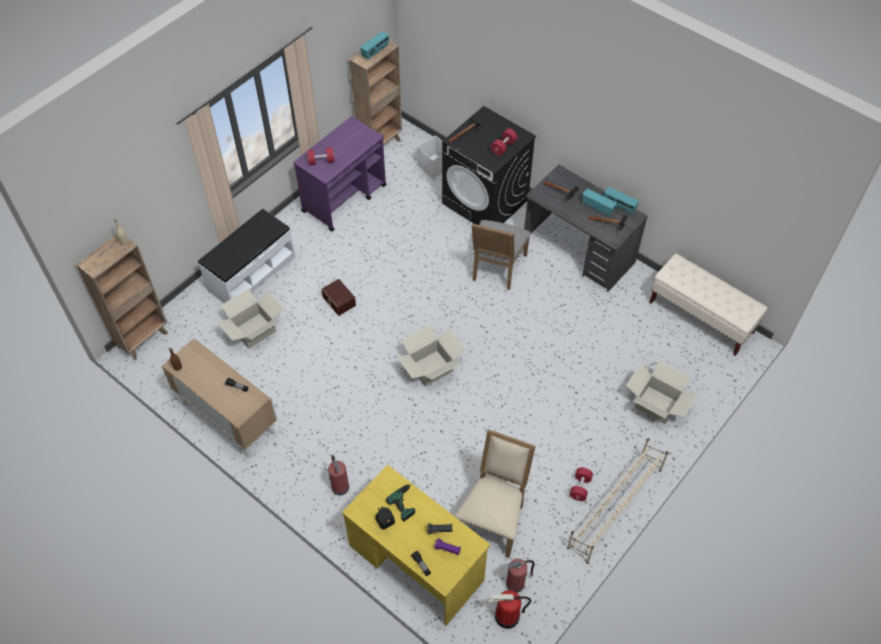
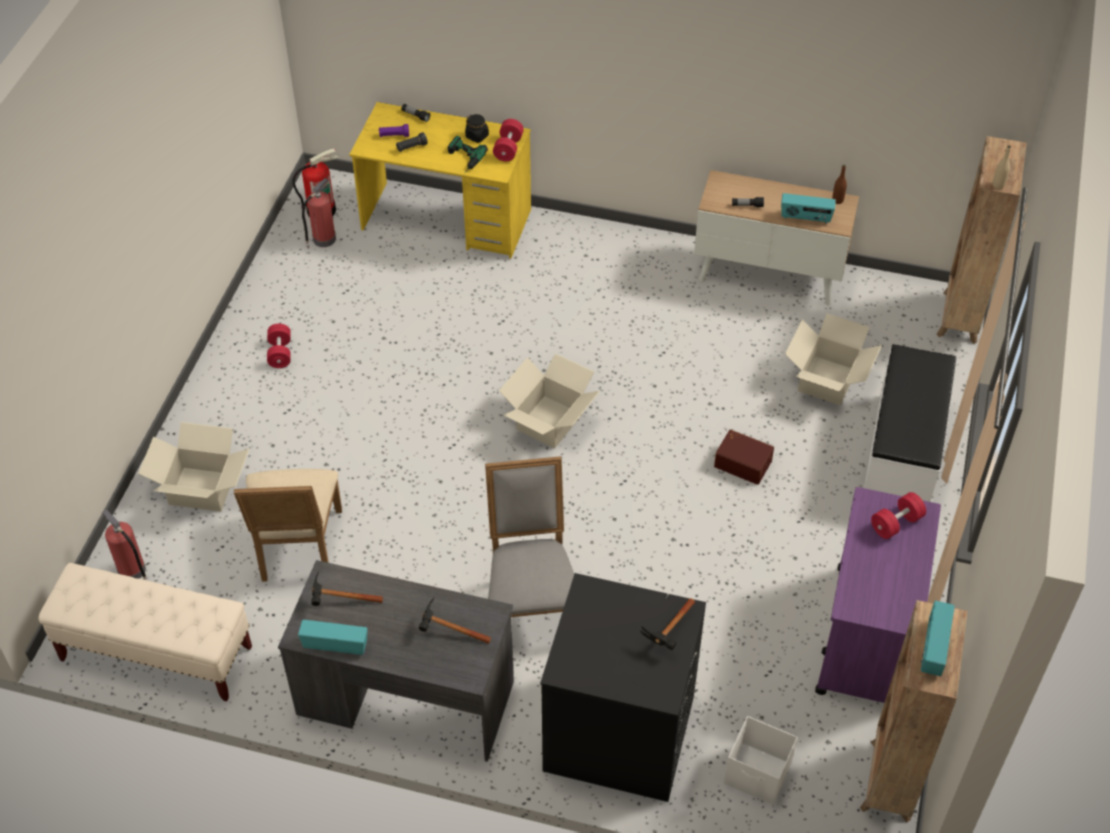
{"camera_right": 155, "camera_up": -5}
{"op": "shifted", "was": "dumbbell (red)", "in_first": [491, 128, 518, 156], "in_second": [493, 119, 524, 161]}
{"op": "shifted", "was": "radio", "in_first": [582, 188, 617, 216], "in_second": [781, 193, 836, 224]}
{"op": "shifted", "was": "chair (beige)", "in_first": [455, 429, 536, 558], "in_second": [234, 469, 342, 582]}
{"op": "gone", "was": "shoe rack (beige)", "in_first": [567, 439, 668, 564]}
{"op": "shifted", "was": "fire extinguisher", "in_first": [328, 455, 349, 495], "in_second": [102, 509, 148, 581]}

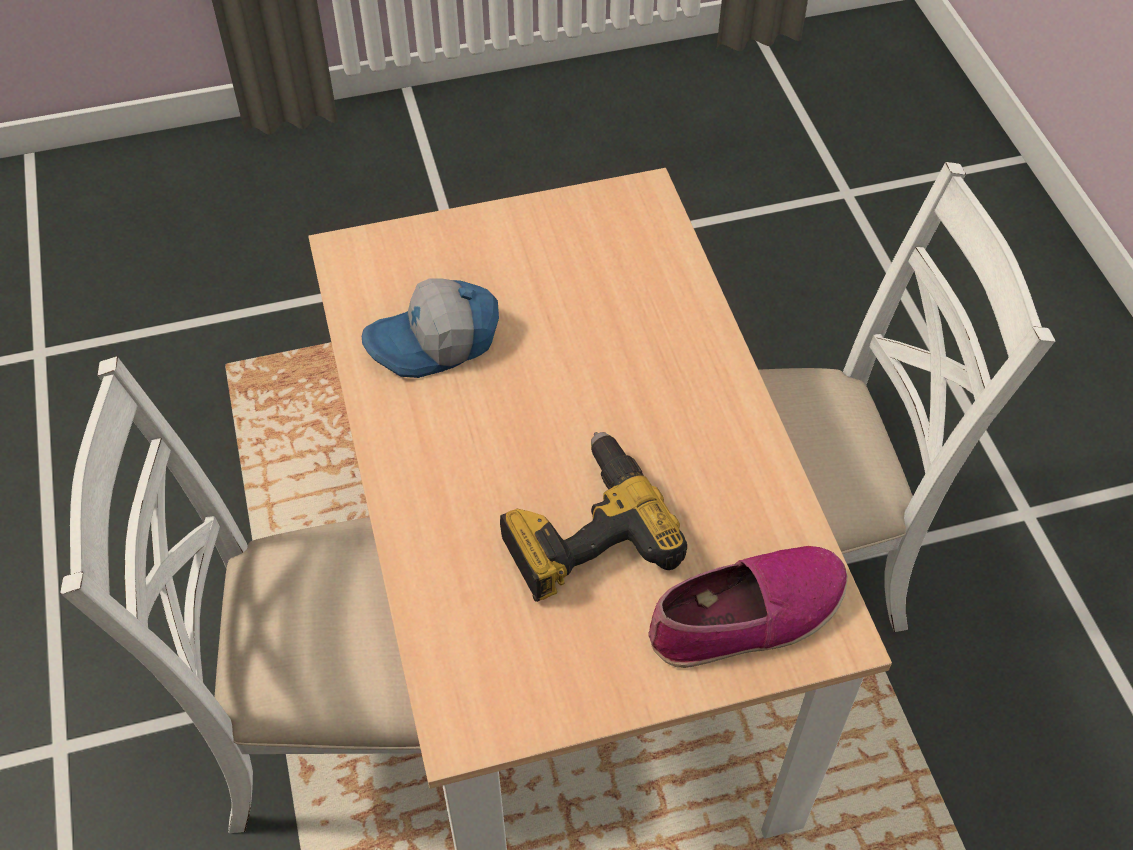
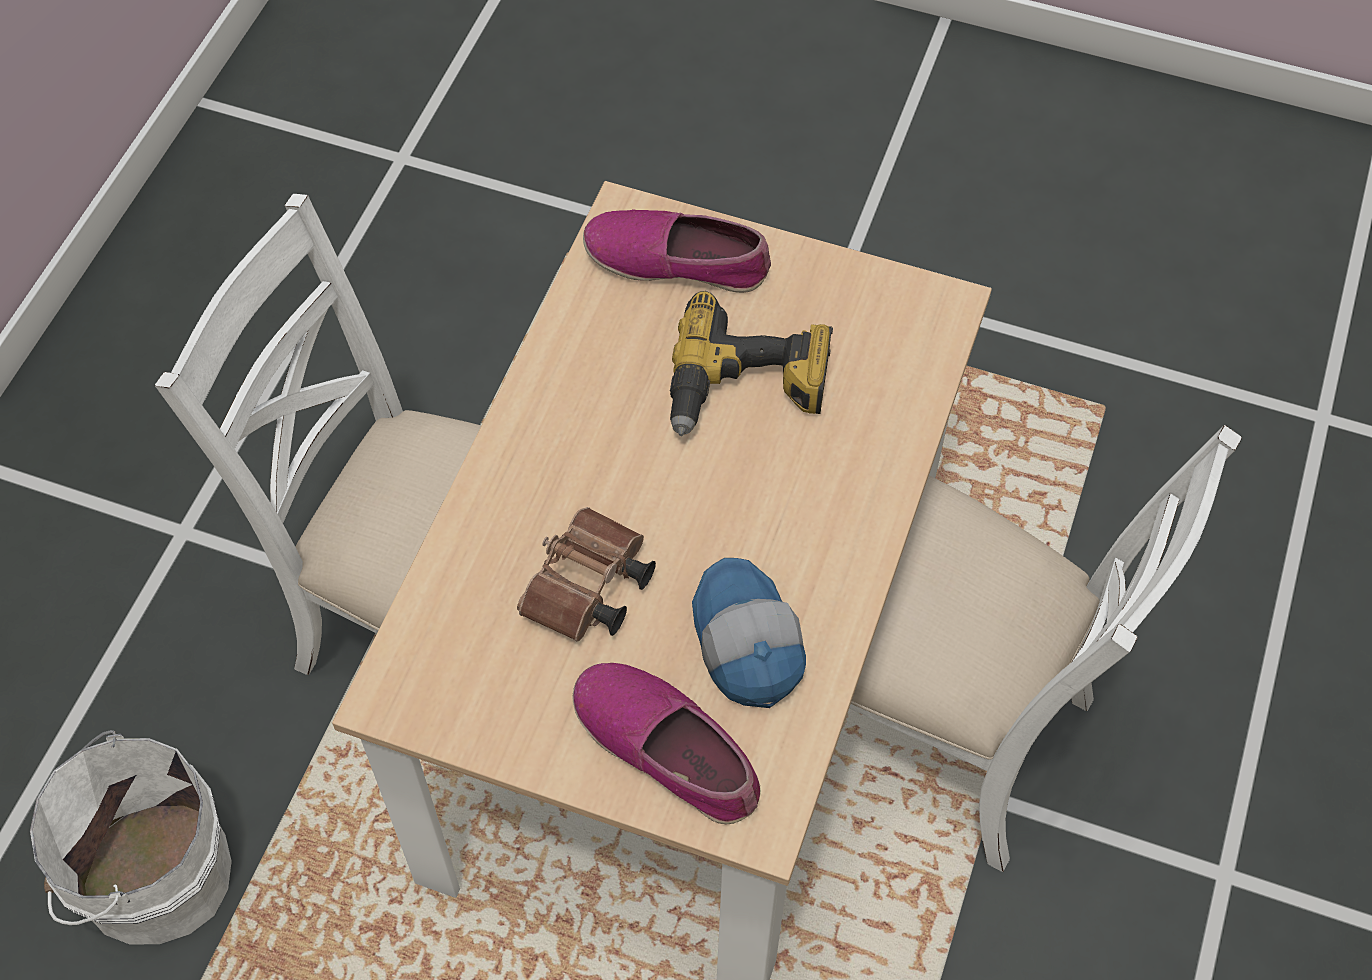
{"camera_right": -145, "camera_up": 5}
{"op": "rotated", "was": "cap", "in_first": [362, 278, 499, 378], "in_second": [692, 558, 806, 708], "clockwise": -120}
{"op": "new", "now": "binoculars (brown)", "in_second": [517, 507, 656, 642]}
{"op": "new", "now": "shoe", "in_second": [572, 663, 761, 824]}
{"op": "new", "now": "bucket (white)", "in_second": [30, 730, 232, 945]}

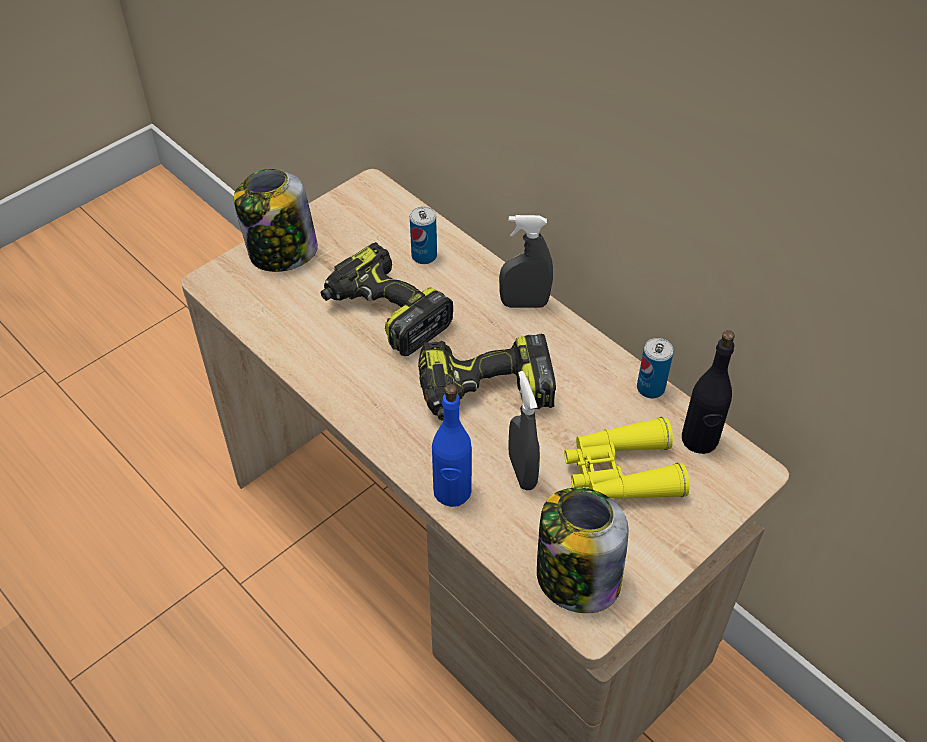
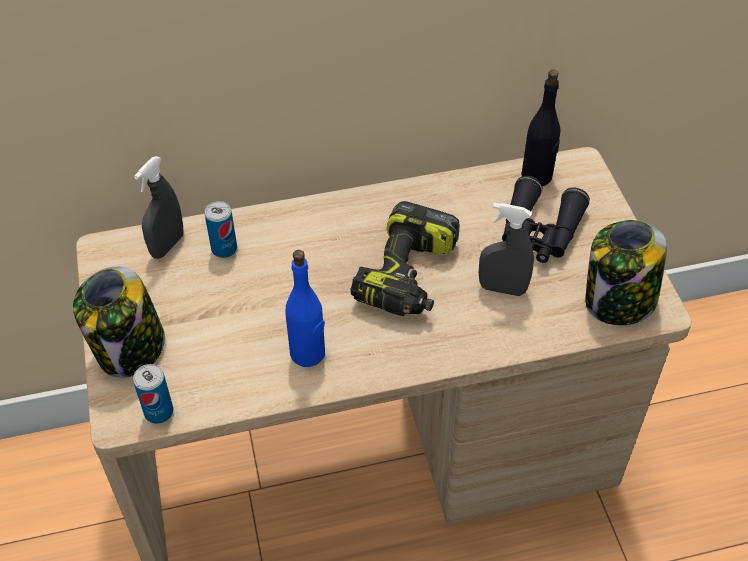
{"camera_right": -60, "camera_up": 0}
{"op": "shifted", "was": "spray bottle (grey)", "in_first": [499, 215, 553, 308], "in_second": [134, 156, 183, 259]}
{"op": "gone", "was": "power drill", "in_first": [321, 242, 453, 356]}
{"op": "shifted", "was": "can", "in_first": [637, 338, 674, 398], "in_second": [133, 364, 173, 424]}
{"op": "shifted", "was": "bottle (blue)", "in_first": [432, 384, 472, 507], "in_second": [286, 250, 325, 367]}
{"op": "repainted", "was": "binoculars (yellow)", "now": "binoculars (black)", "in_first": [564, 417, 690, 500], "in_second": [502, 176, 590, 263]}

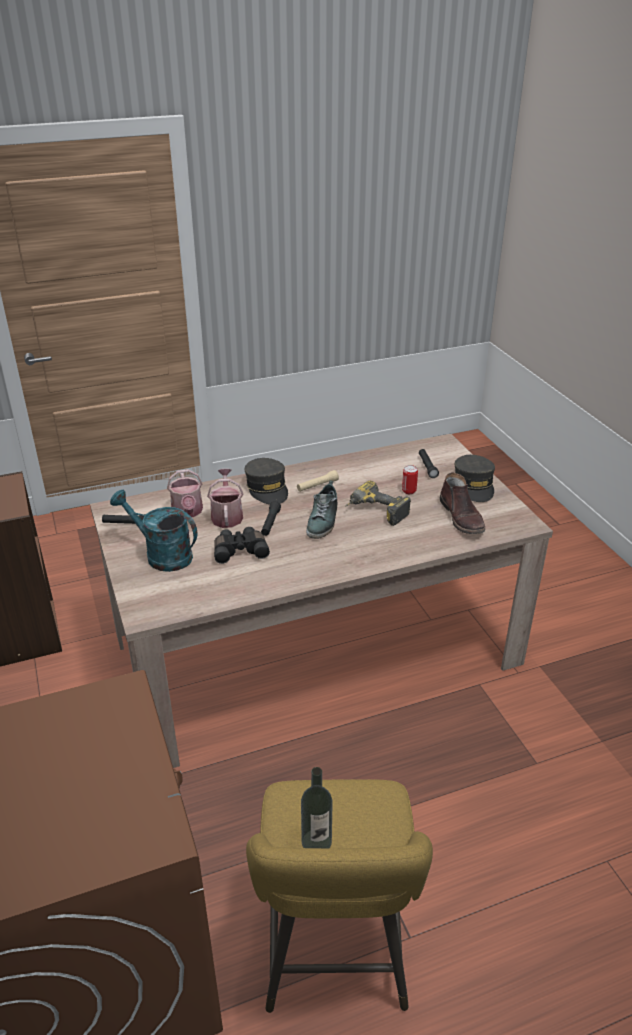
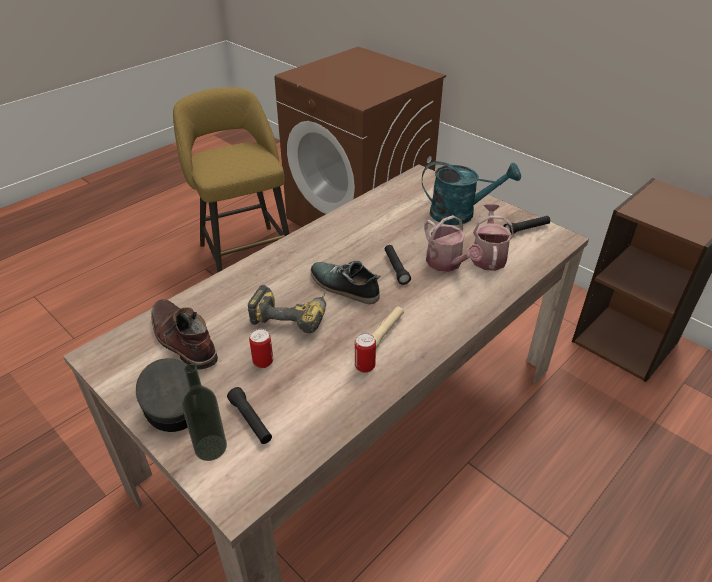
{"camera_right": 155, "camera_up": 5}
{"op": "gone", "was": "cap (grey)", "in_first": [245, 458, 288, 504]}
{"op": "rotated", "was": "watering can", "in_first": [167, 469, 203, 517], "in_second": [471, 204, 514, 271], "clockwise": 45}
{"op": "rotated", "was": "shoe", "in_first": [306, 481, 337, 539], "in_second": [311, 261, 381, 304], "clockwise": -45}
{"op": "gone", "was": "binoculars (black)", "in_first": [214, 527, 270, 564]}
{"op": "shifted", "was": "bottle", "in_first": [301, 767, 333, 848], "in_second": [182, 364, 227, 461]}
{"op": "new", "now": "can", "in_second": [355, 333, 376, 373]}

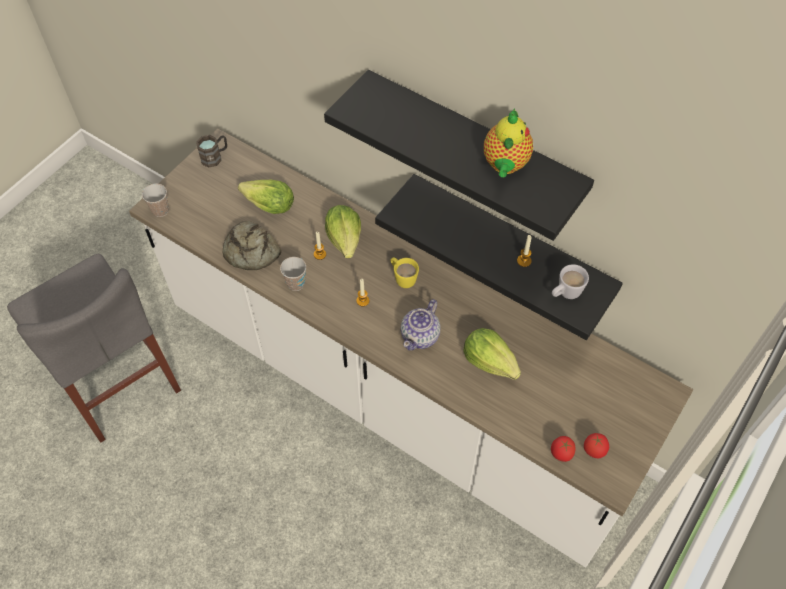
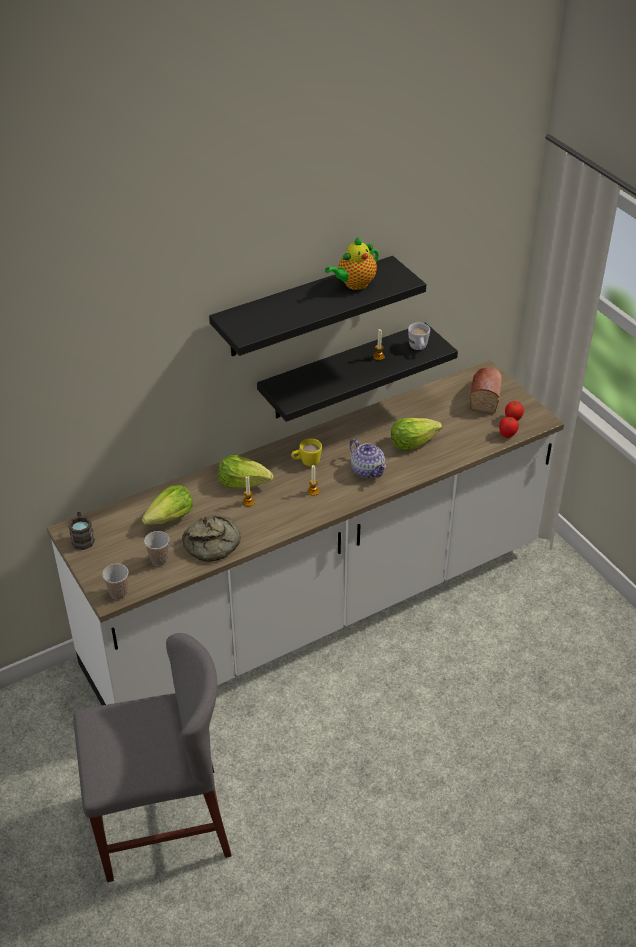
{"camera_right": -65, "camera_up": -15}
{"op": "rotated", "was": "teapot", "in_first": [484, 108, 533, 177], "in_second": [325, 237, 379, 290], "clockwise": 105}
{"op": "shifted", "was": "cup", "in_first": [280, 257, 306, 291], "in_second": [144, 531, 170, 566]}
{"op": "new", "now": "bread", "in_second": [470, 367, 501, 413]}

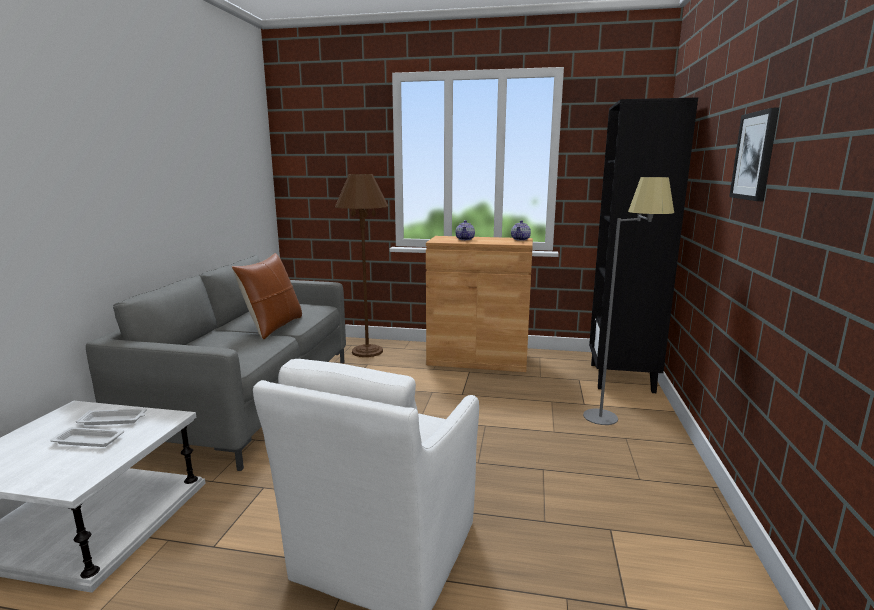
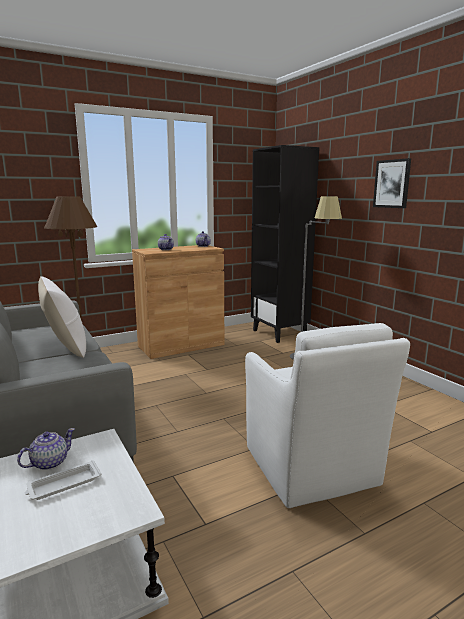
{"camera_right": -40, "camera_up": 0}
{"op": "repainted", "was": "pillow (brown)", "now": "pillow (white)", "in_first": [232, 253, 302, 339], "in_second": [38, 276, 86, 358]}
{"op": "swapped", "was": "tray (white)", "now": "teapot", "in_first": [76, 409, 147, 425], "in_second": [17, 428, 75, 470]}

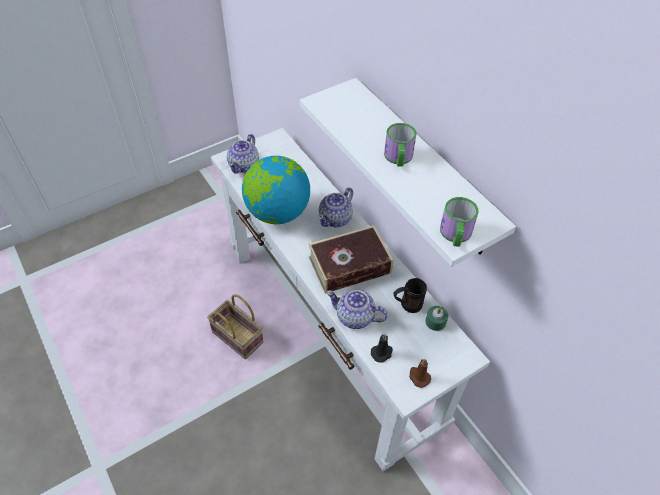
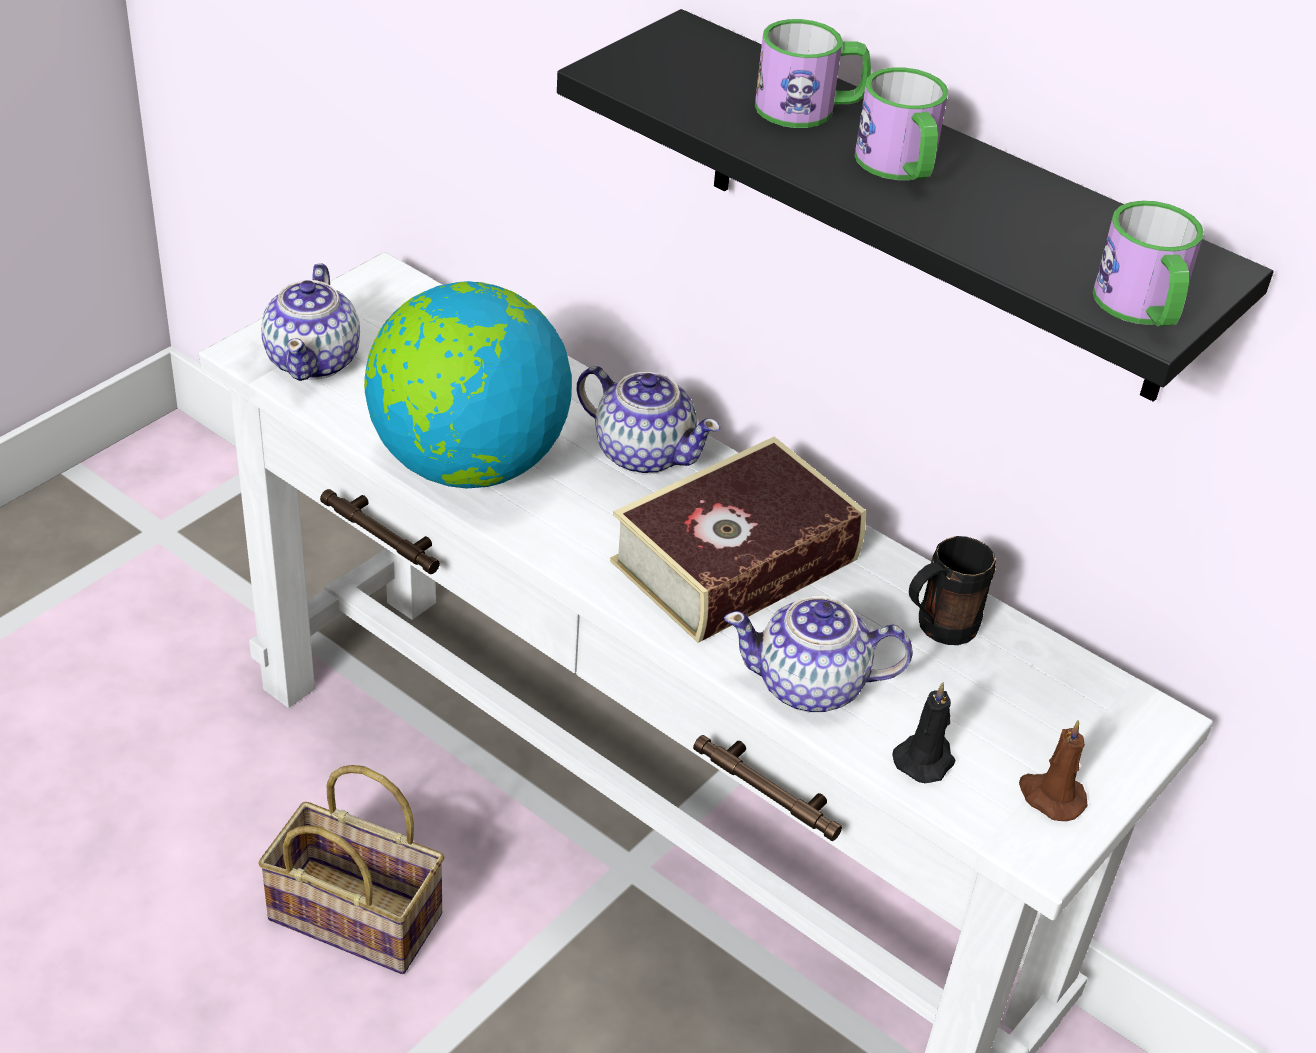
{"camera_right": -20, "camera_up": -10}
{"op": "repainted", "was": "shelf (white)", "now": "shelf (black)", "in_first": [300, 78, 516, 267], "in_second": [557, 9, 1273, 402]}
{"op": "rotated", "was": "teapot", "in_first": [318, 187, 353, 227], "in_second": [577, 366, 720, 475], "clockwise": -75}
{"op": "gone", "was": "candle (green)", "in_first": [425, 306, 448, 331]}
{"op": "new", "now": "mug", "in_second": [755, 19, 871, 128]}

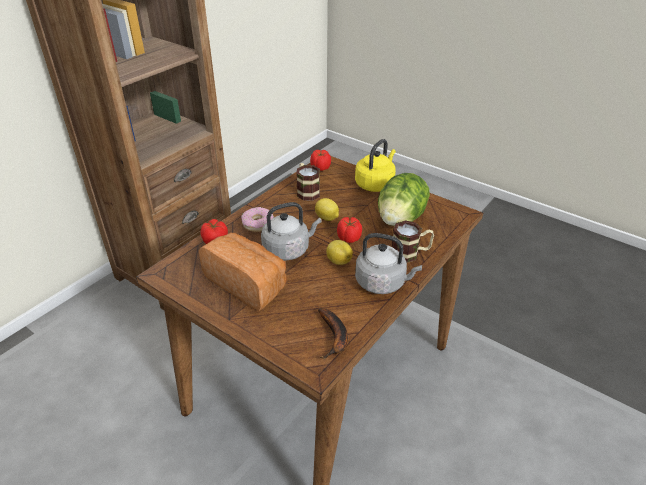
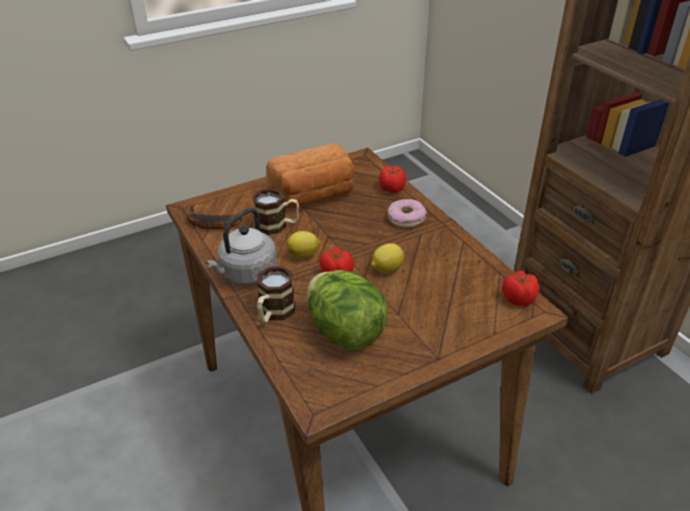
{"camera_right": 115, "camera_up": 0}
{"op": "gone", "was": "kettle (yellow)", "in_first": [355, 139, 396, 192]}
{"op": "shifted", "was": "mug", "in_first": [296, 163, 320, 201], "in_second": [252, 188, 299, 235]}
{"op": "gone", "was": "kettle (grey)", "in_first": [261, 202, 322, 261]}

